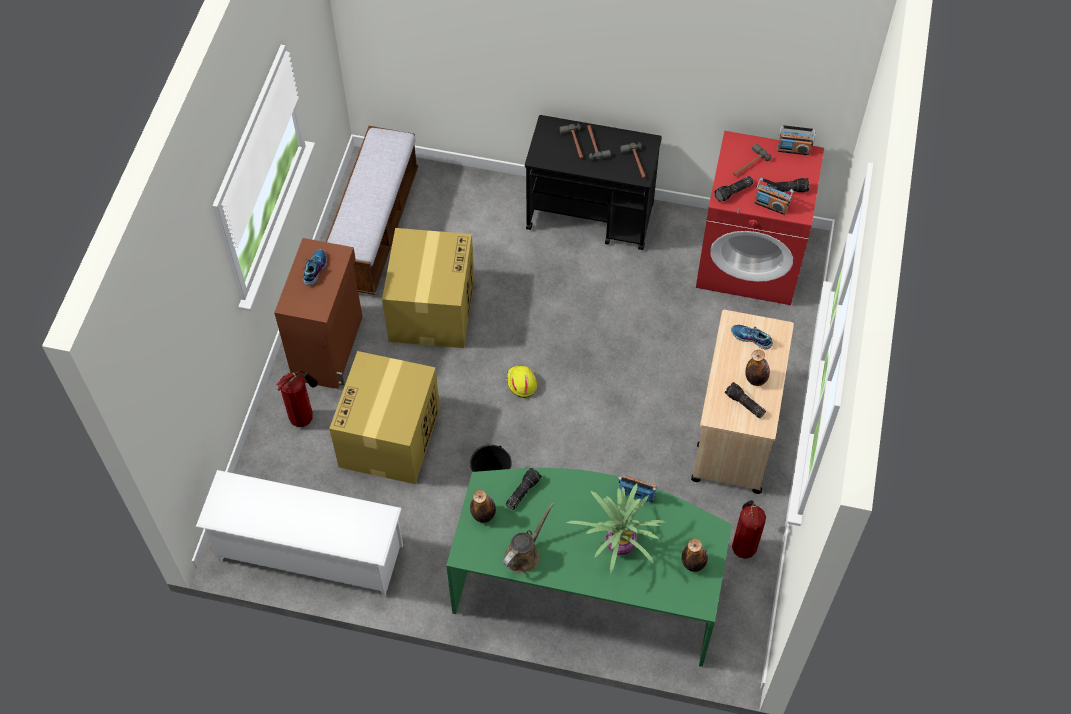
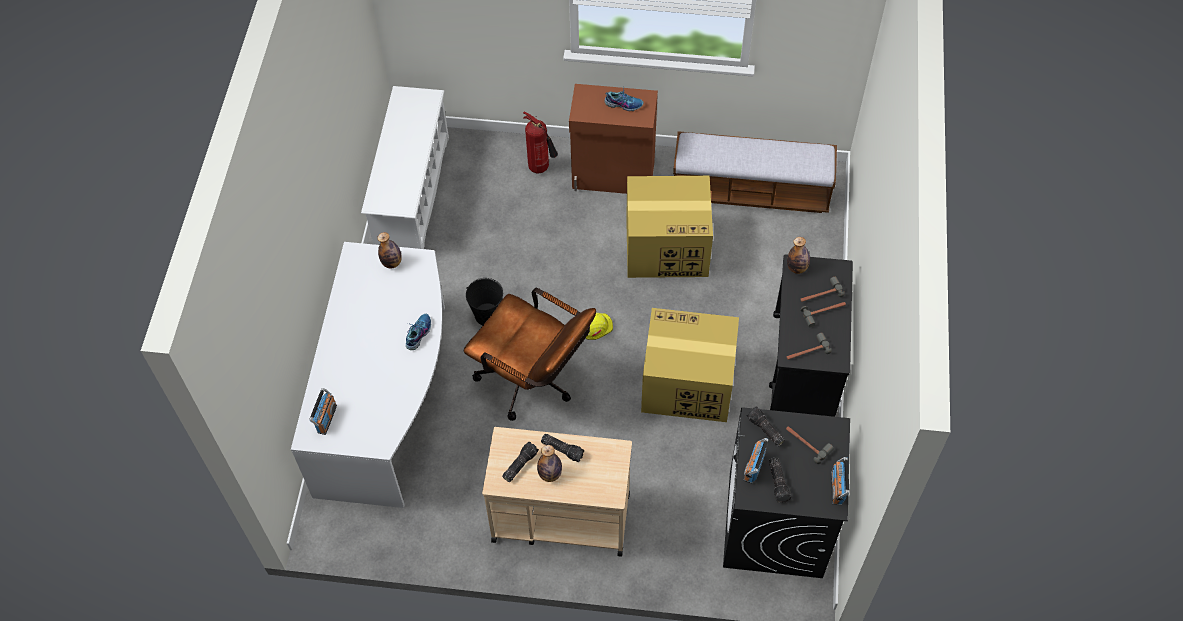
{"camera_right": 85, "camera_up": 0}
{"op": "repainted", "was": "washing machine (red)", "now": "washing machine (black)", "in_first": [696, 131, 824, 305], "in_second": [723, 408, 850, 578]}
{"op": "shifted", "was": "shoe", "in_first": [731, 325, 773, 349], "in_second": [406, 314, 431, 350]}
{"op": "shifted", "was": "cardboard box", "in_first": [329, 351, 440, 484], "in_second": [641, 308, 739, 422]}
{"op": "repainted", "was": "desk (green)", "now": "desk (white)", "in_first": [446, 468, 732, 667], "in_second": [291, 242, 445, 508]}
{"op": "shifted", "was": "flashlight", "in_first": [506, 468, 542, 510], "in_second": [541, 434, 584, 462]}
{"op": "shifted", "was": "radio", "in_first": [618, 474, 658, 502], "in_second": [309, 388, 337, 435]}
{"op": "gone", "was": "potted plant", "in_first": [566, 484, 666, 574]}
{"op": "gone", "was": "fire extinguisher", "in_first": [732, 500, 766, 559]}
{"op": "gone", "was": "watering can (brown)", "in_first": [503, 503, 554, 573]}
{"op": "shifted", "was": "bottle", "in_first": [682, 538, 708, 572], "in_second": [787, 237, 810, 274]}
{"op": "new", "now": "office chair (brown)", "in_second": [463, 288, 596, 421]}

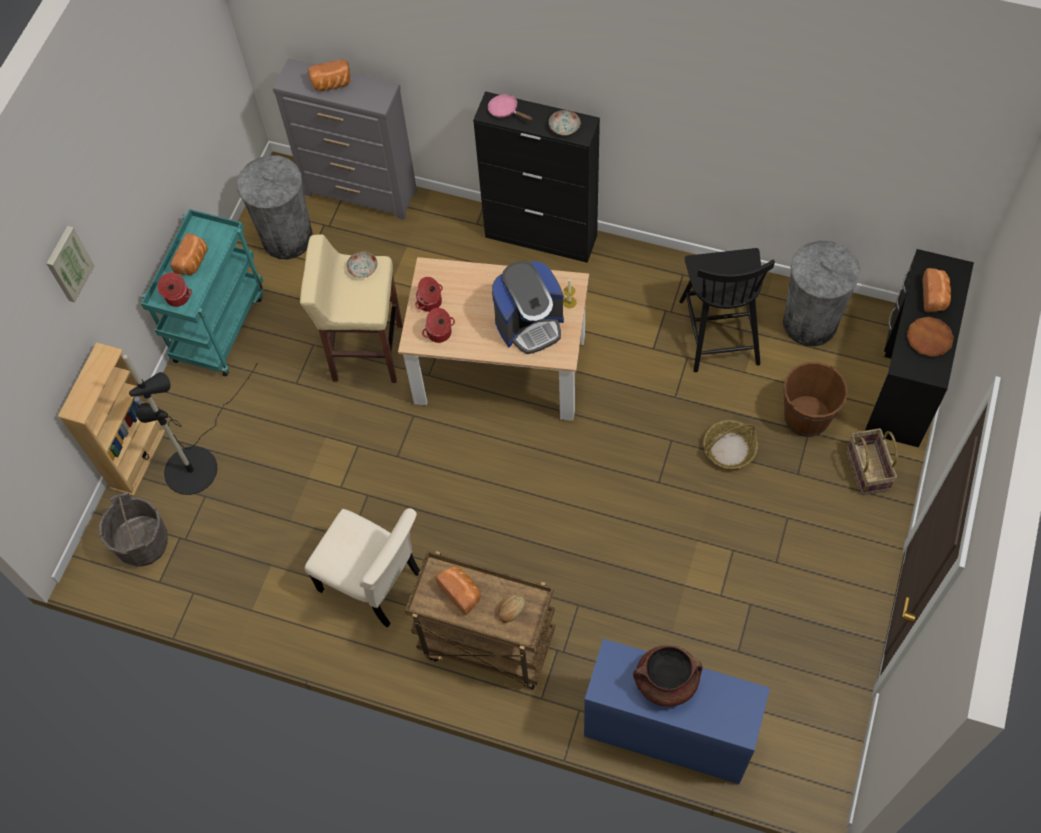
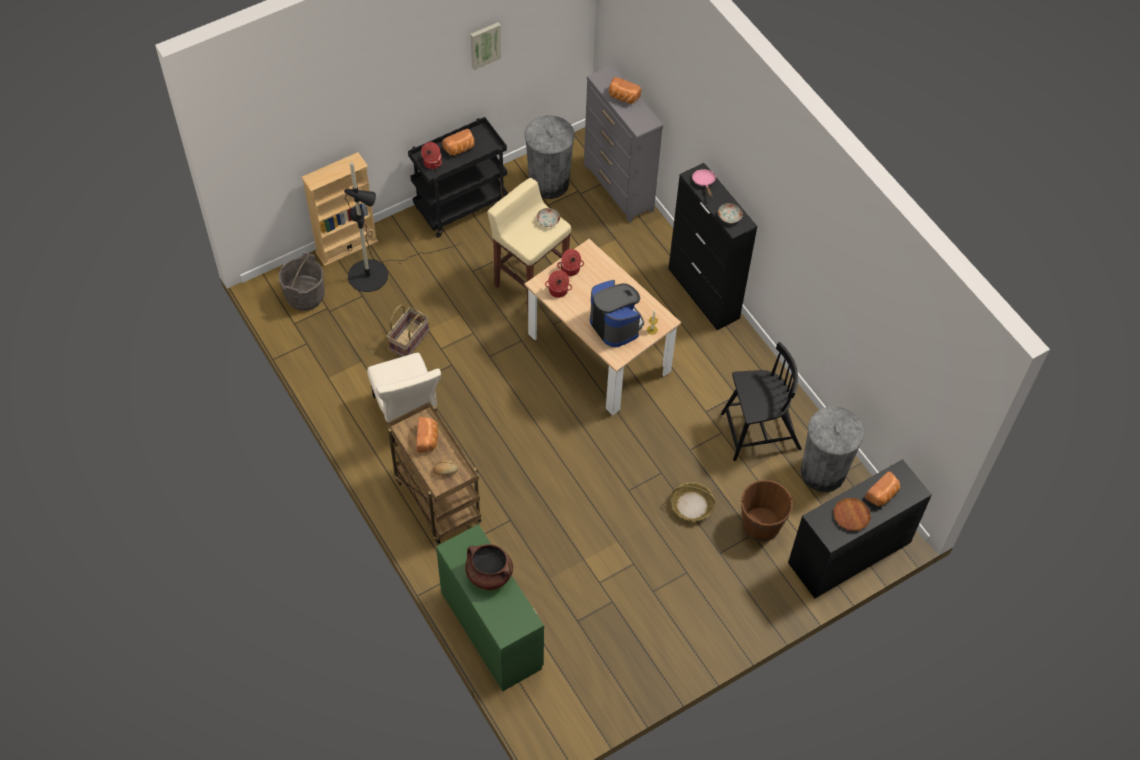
{"camera_right": 35, "camera_up": -5}
{"op": "repainted", "was": "cart (turquoise)", "now": "cart (black)", "in_first": [141, 209, 263, 376], "in_second": [408, 117, 508, 238]}
{"op": "shifted", "was": "picture", "in_first": [46, 226, 95, 302], "in_second": [470, 22, 501, 70]}
{"op": "rotated", "was": "chair (black)", "in_first": [679, 248, 775, 372], "in_second": [721, 342, 802, 461], "clockwise": -135}
{"op": "rotated", "was": "coffee machine", "in_first": [492, 261, 564, 354], "in_second": [590, 280, 644, 347], "clockwise": -135}
{"op": "shifted", "was": "basket", "in_first": [847, 428, 898, 495], "in_second": [386, 305, 429, 357]}
{"op": "repainted", "was": "desk (blue)", "now": "desk (green)", "in_first": [584, 639, 770, 784], "in_second": [436, 524, 544, 692]}

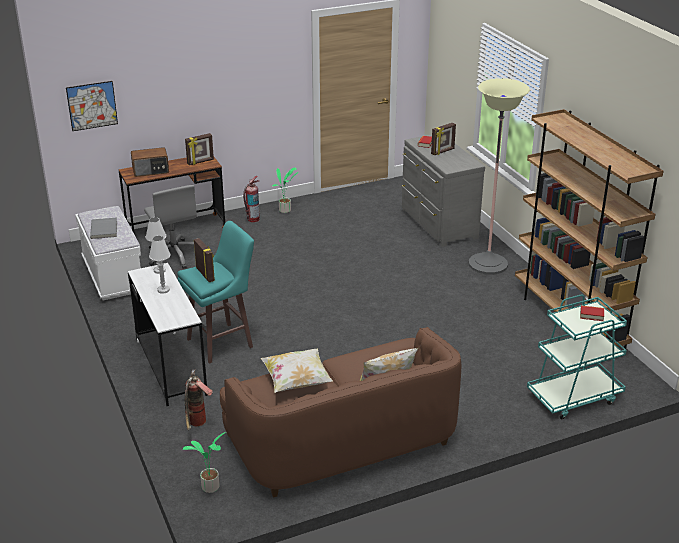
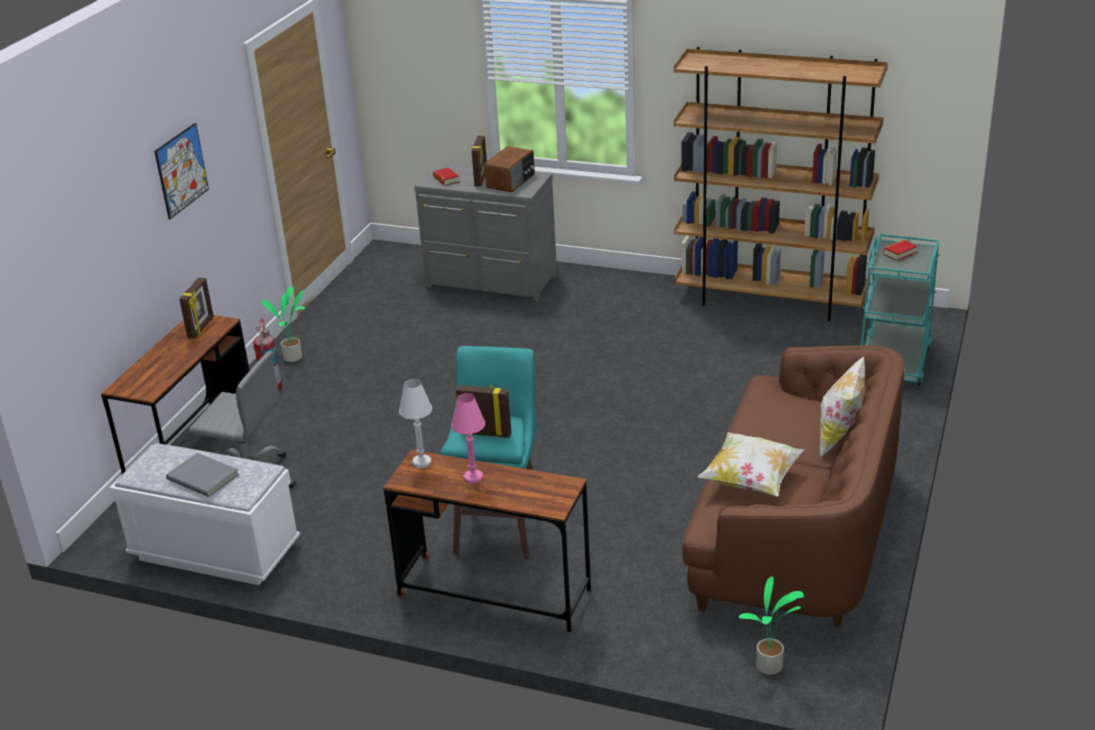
{"camera_right": -45, "camera_up": 0}
{"op": "gone", "was": "floor lamp", "in_first": [469, 78, 530, 275]}
{"op": "shifted", "was": "picture", "in_first": [66, 81, 118, 131], "in_second": [154, 123, 209, 219]}
{"op": "shifted", "was": "radio", "in_first": [131, 147, 169, 177], "in_second": [484, 146, 535, 192]}
{"op": "repainted", "was": "table lamp (white)", "now": "table lamp (pink)", "in_first": [149, 236, 171, 294], "in_second": [451, 393, 485, 484]}
{"op": "repainted", "was": "desk (white)", "now": "desk (brown)", "in_first": [128, 263, 208, 406], "in_second": [383, 450, 591, 632]}
{"op": "gone", "was": "fire extinguisher", "in_first": [185, 369, 213, 430]}

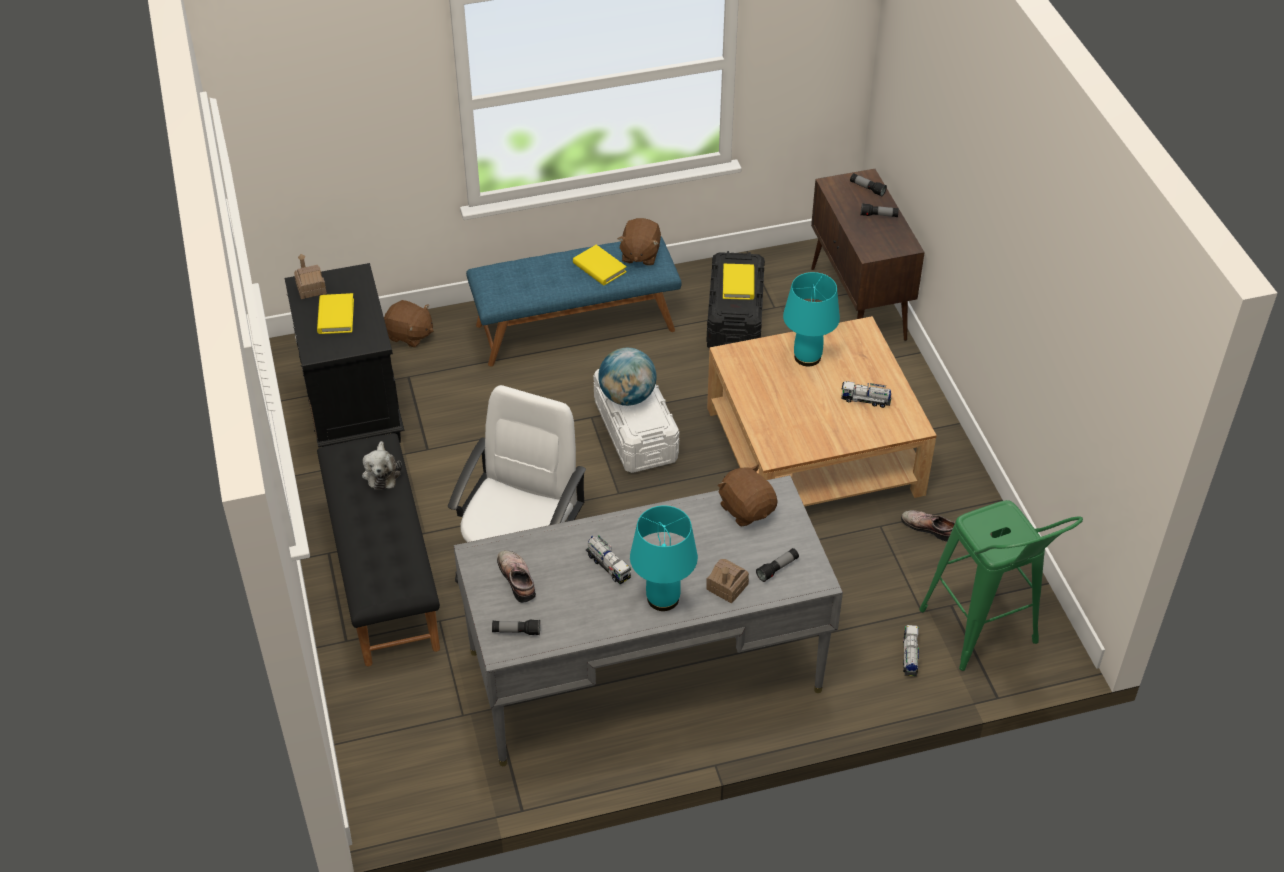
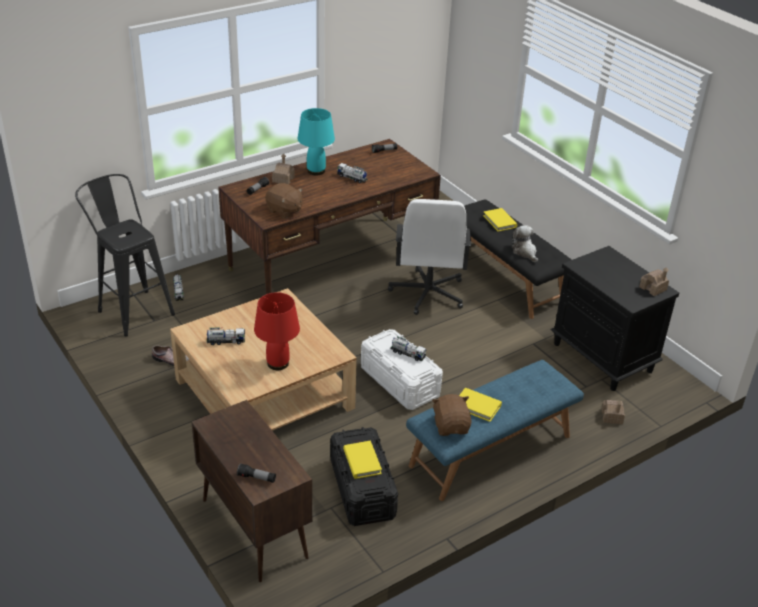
{"camera_right": 160, "camera_up": -10}
{"op": "gone", "was": "flashlight", "in_first": [861, 203, 899, 217]}
{"op": "repainted", "was": "table lamp (turquoise)", "now": "table lamp (red)", "in_first": [783, 272, 840, 367], "in_second": [254, 292, 300, 370]}
{"op": "shifted", "was": "book (yellow)", "in_first": [317, 293, 354, 334], "in_second": [483, 208, 517, 232]}
{"op": "swapped", "was": "plush toy (brown)", "now": "toy house", "in_first": [384, 300, 434, 348], "in_second": [601, 400, 625, 424]}
{"op": "swapped", "was": "globe", "now": "toy truck", "in_first": [598, 348, 657, 406], "in_second": [390, 336, 427, 361]}
{"op": "repainted", "was": "desk (grey)", "now": "desk (brown)", "in_first": [454, 475, 843, 766], "in_second": [218, 139, 441, 294]}
{"op": "repainted", "was": "stool (green)", "now": "stool (black)", "in_first": [919, 500, 1083, 671], "in_second": [75, 174, 175, 336]}
{"op": "gone", "was": "shoe", "in_first": [497, 550, 536, 603]}

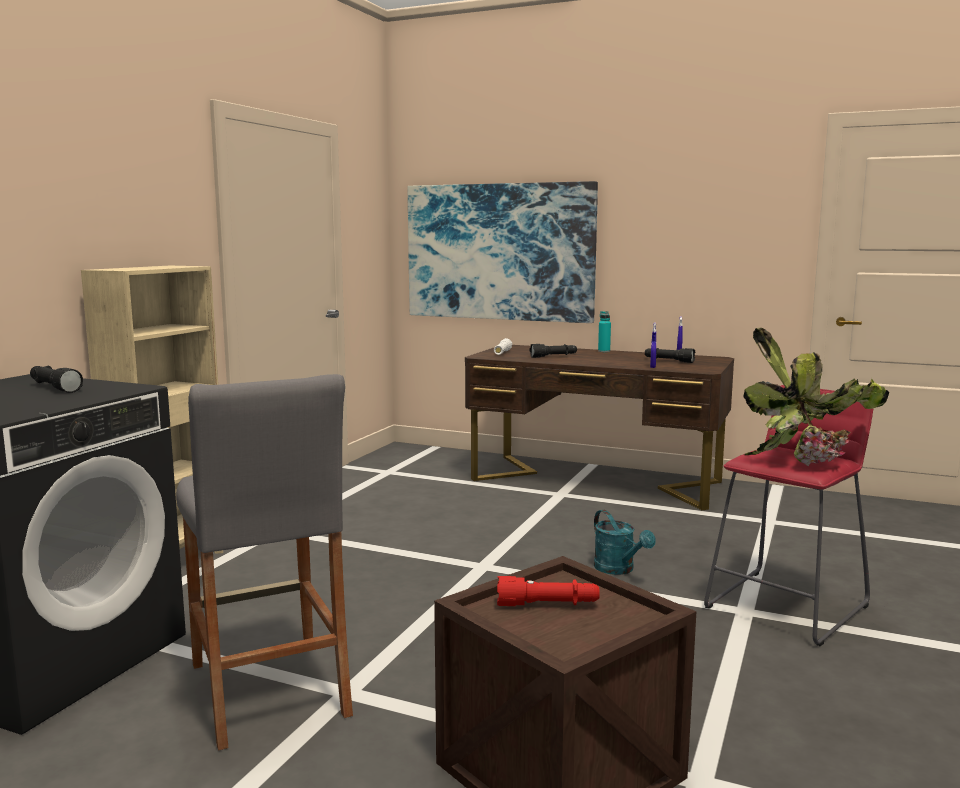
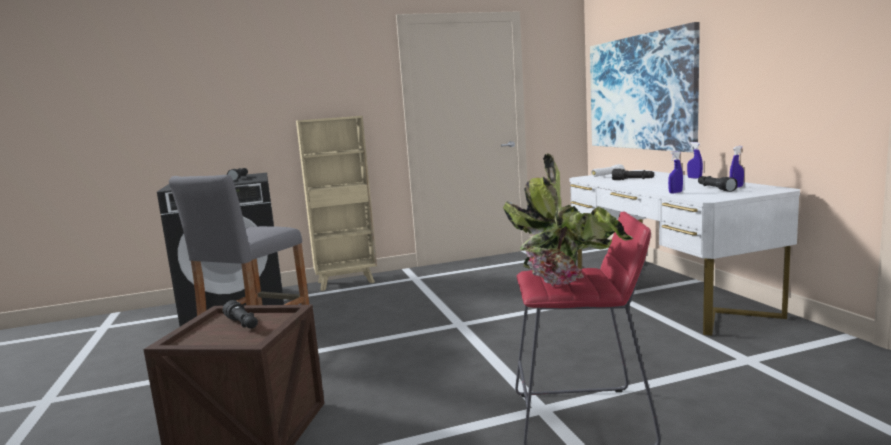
{"camera_right": 50, "camera_up": 0}
{"op": "swapped", "was": "bottle (turquoise)", "now": "spray bottle (blue)", "in_first": [598, 311, 611, 352], "in_second": [687, 142, 703, 179]}
{"op": "repainted", "was": "desk (brown)", "now": "desk (white)", "in_first": [465, 345, 734, 510], "in_second": [569, 170, 800, 336]}
{"op": "gone", "was": "watering can (turquoise)", "in_first": [594, 510, 656, 575]}
{"op": "repainted", "was": "flashlight (red)", "now": "flashlight (black)", "in_first": [497, 576, 600, 606], "in_second": [223, 300, 258, 329]}

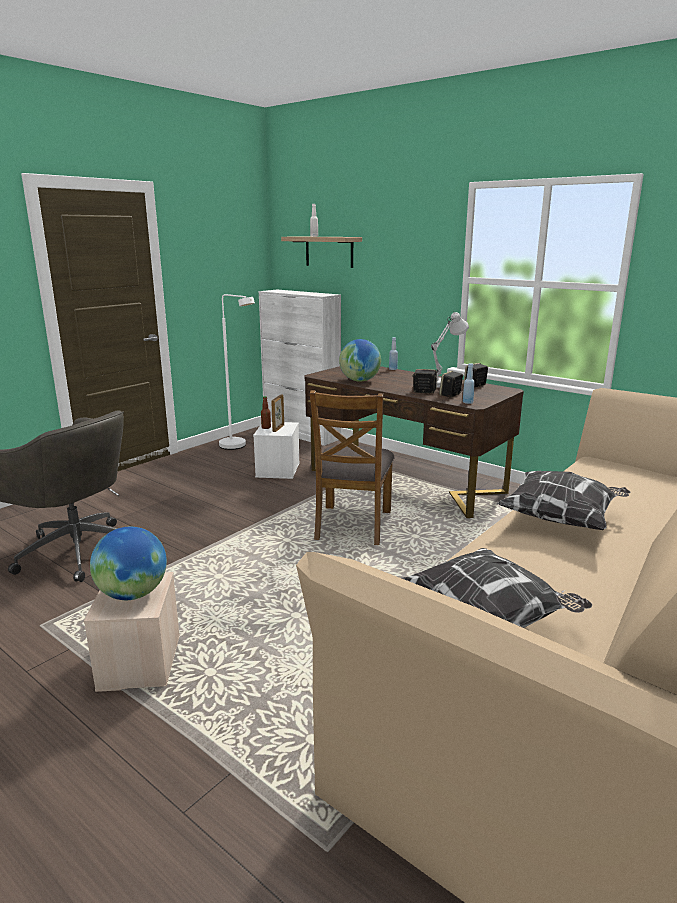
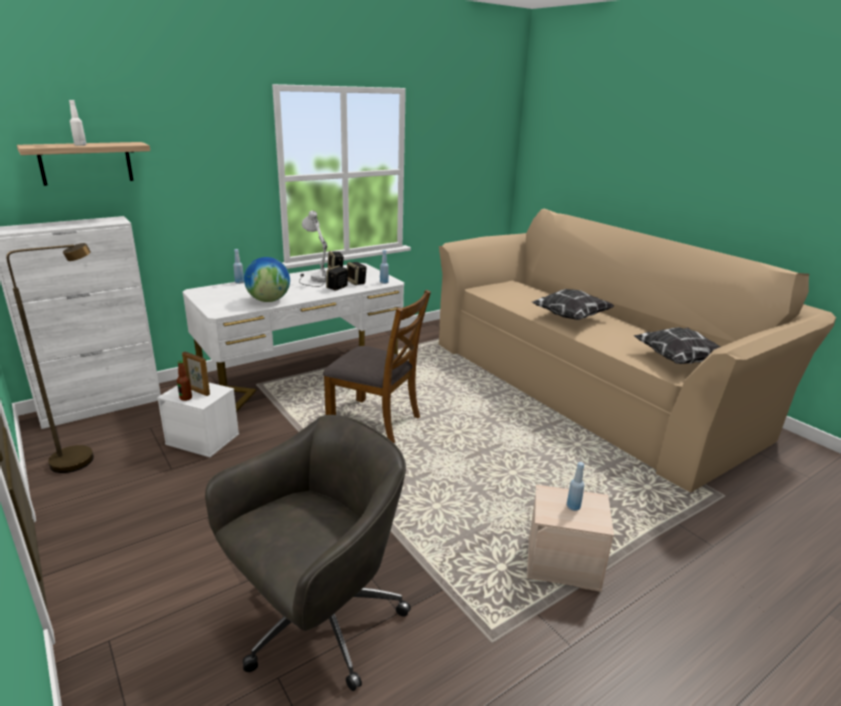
{"camera_right": -75, "camera_up": 5}
{"op": "repainted", "was": "floor lamp (white)", "now": "floor lamp (brown)", "in_first": [219, 294, 255, 450], "in_second": [6, 243, 94, 473]}
{"op": "repainted", "was": "desk (brown)", "now": "desk (white)", "in_first": [305, 366, 524, 518], "in_second": [182, 263, 404, 412]}
{"op": "swapped", "was": "globe", "now": "bottle (blue)", "in_first": [90, 527, 167, 600], "in_second": [567, 462, 585, 511]}

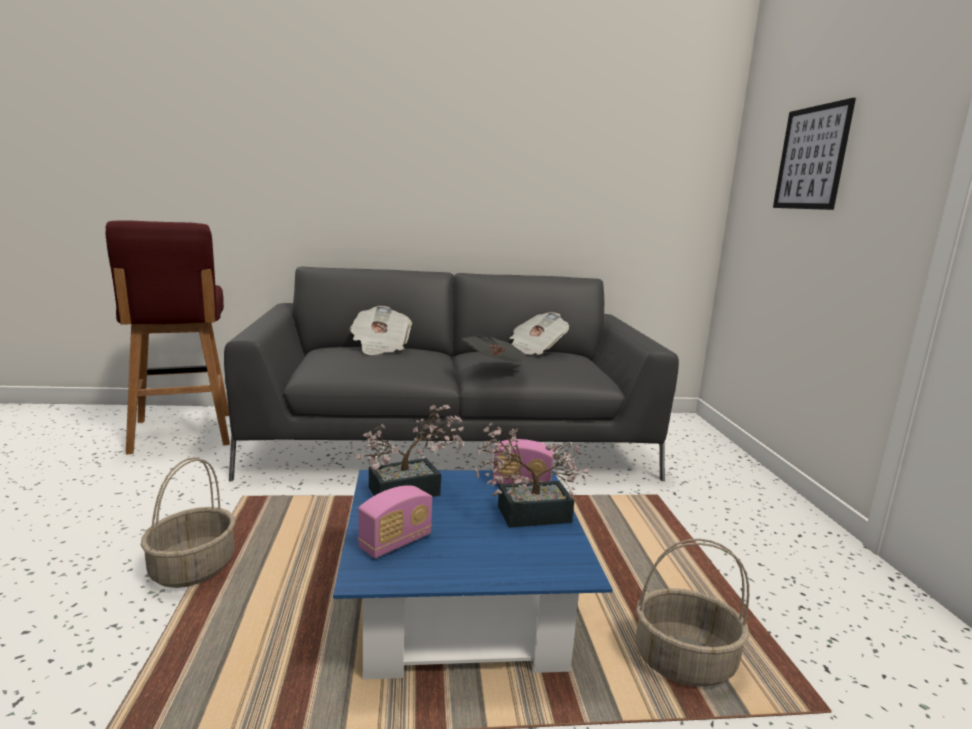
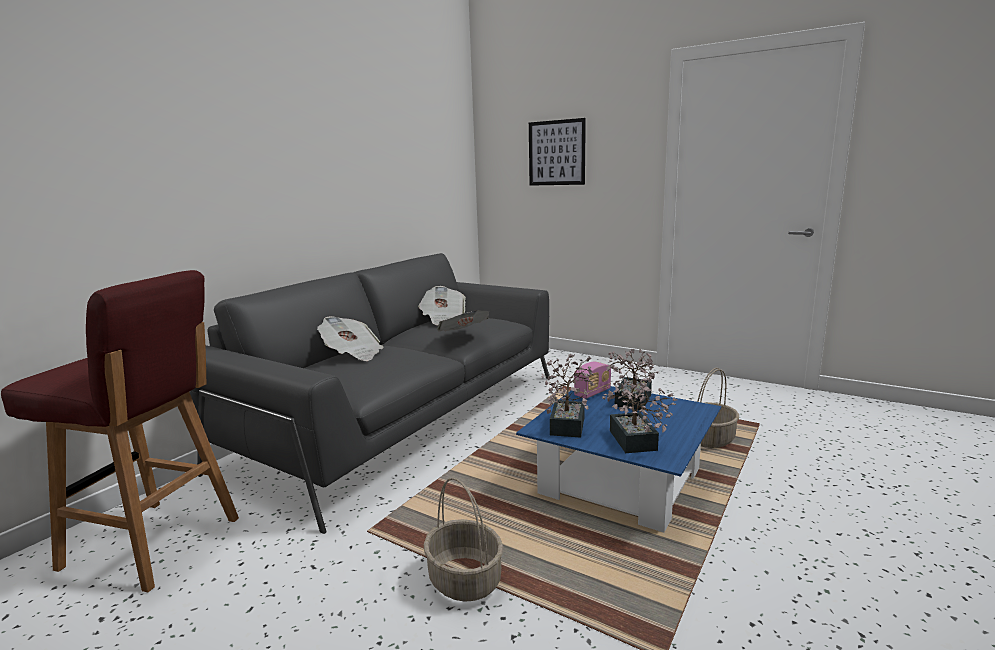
{"camera_right": -50, "camera_up": 0}
{"op": "swapped", "was": "radio", "now": "potted plant", "in_first": [358, 485, 432, 558], "in_second": [602, 379, 677, 453]}

